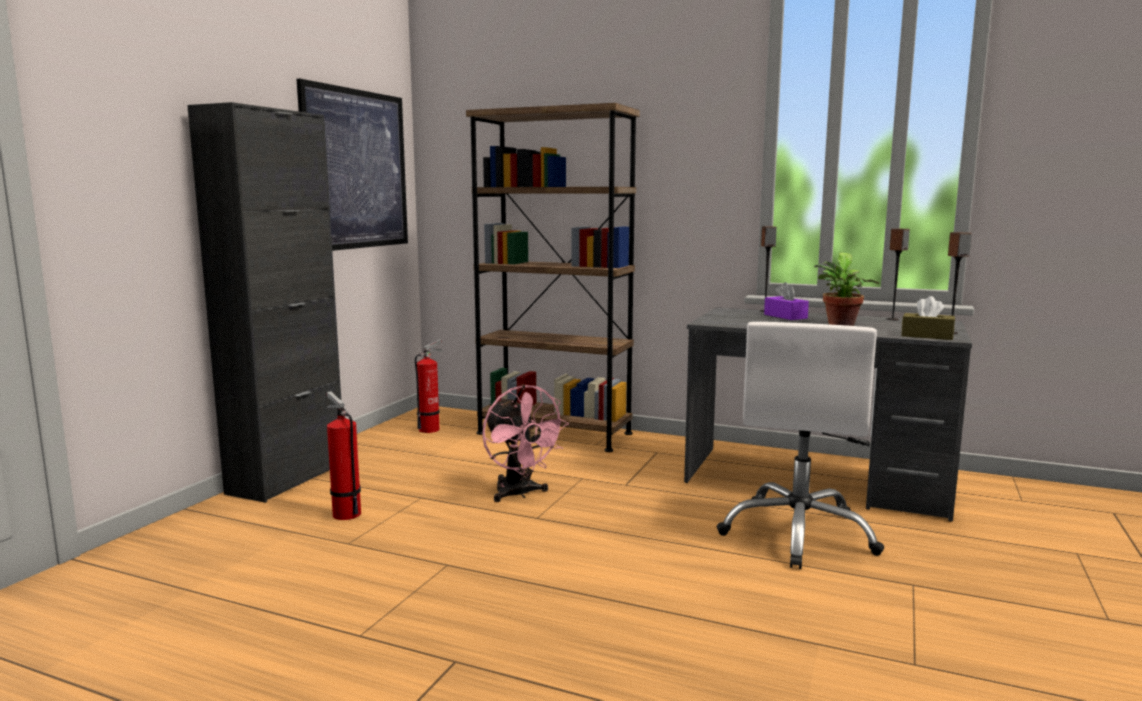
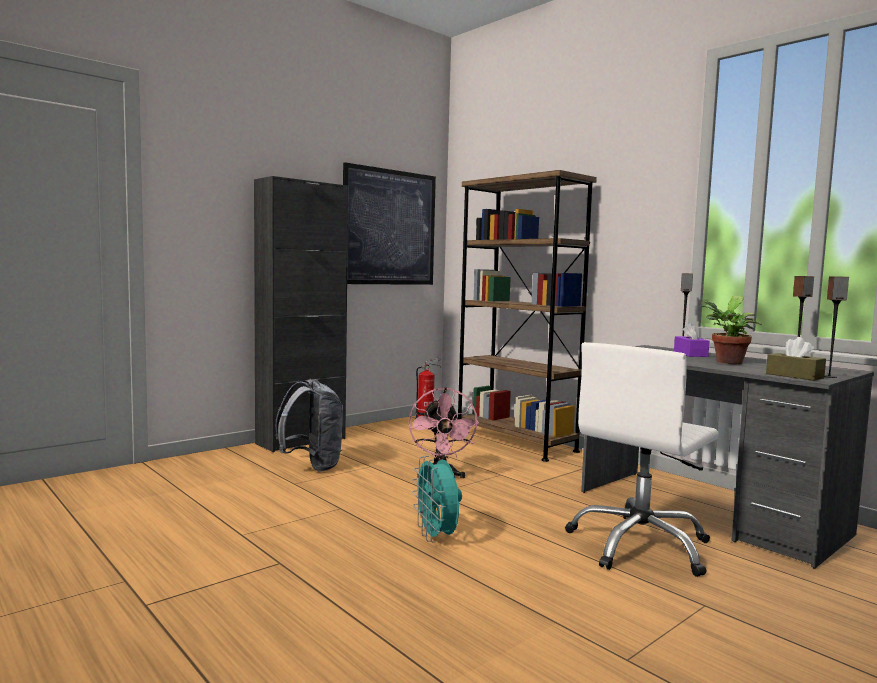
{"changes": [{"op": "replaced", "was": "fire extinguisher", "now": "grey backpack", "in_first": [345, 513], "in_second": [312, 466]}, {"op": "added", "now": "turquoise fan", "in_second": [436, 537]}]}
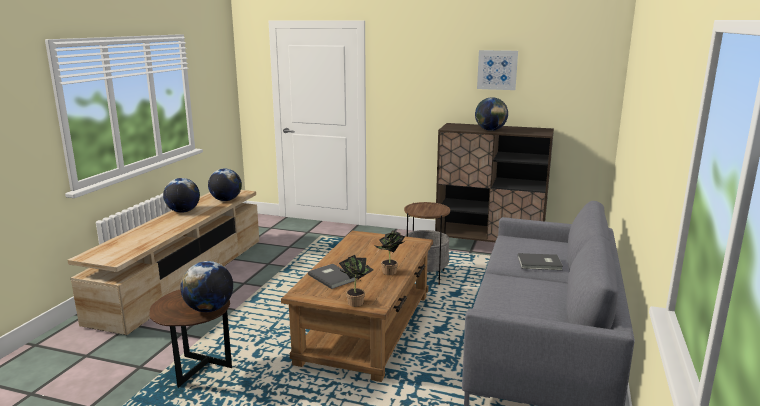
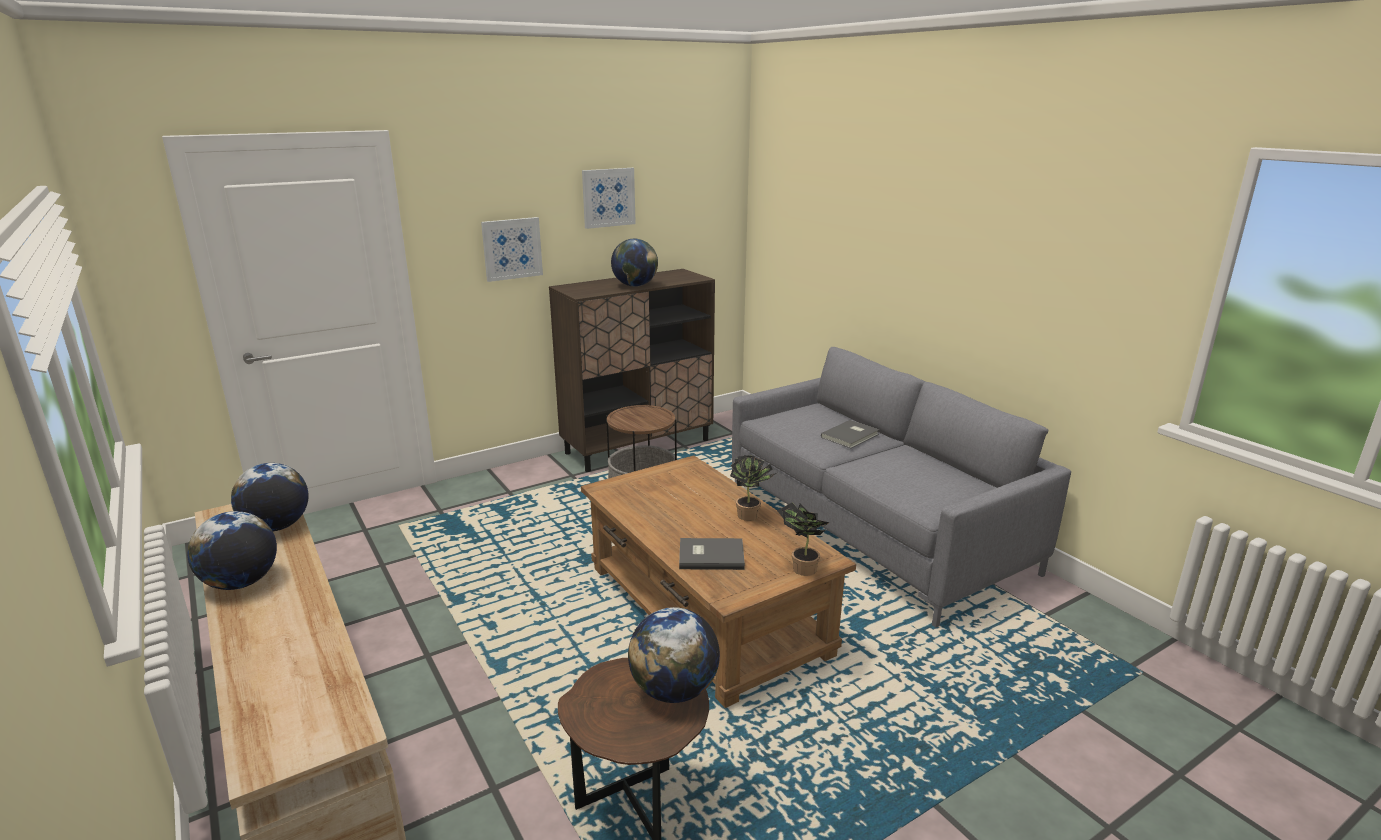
{"changes": [{"op": "added", "now": "picture", "in_second": [512, 248]}]}
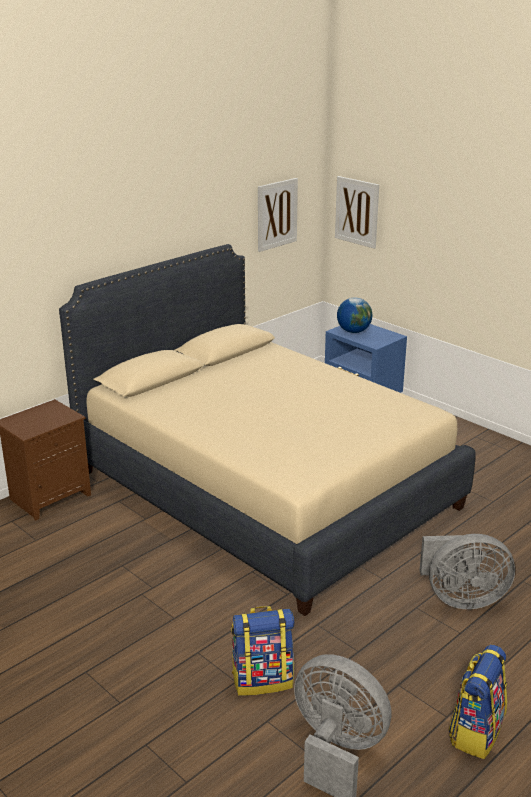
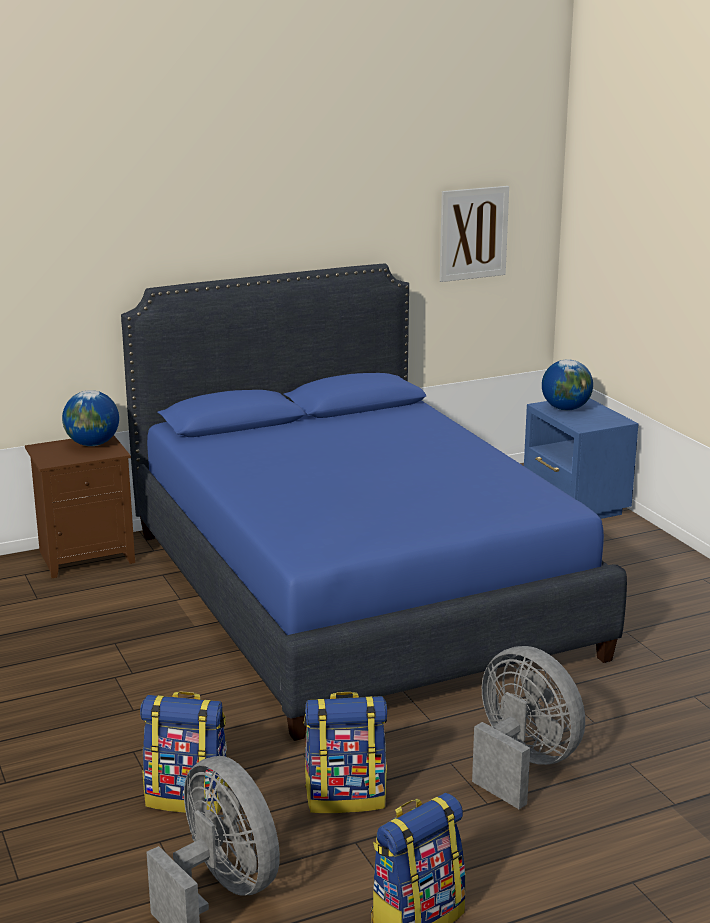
{"changes": [{"op": "removed", "was": "picture", "in_first": [357, 211]}, {"op": "recoloured", "was": "beige bed", "now": "blue bed", "in_first": [265, 488], "in_second": [355, 592]}, {"op": "turned", "was": "grey fan", "in_first": [461, 598], "in_second": [522, 765], "clockwise": -150}, {"op": "added", "now": "globe", "in_second": [92, 444]}, {"op": "added", "now": "backpack", "in_second": [346, 797]}]}
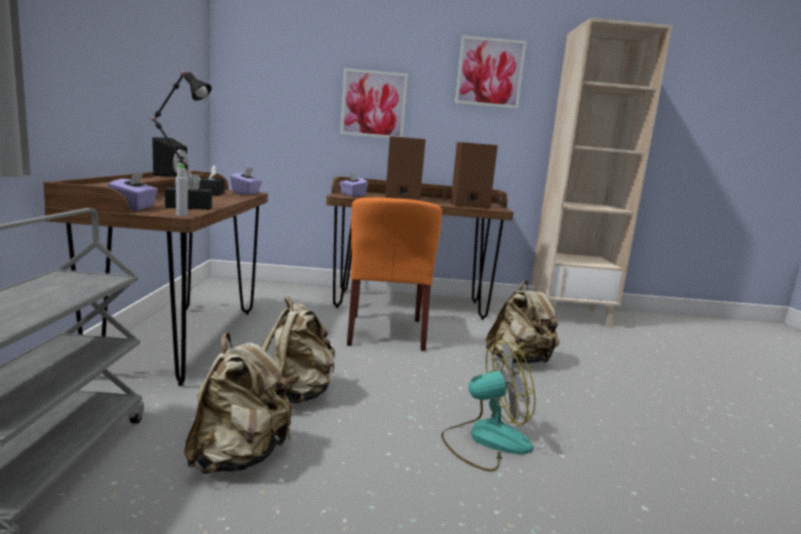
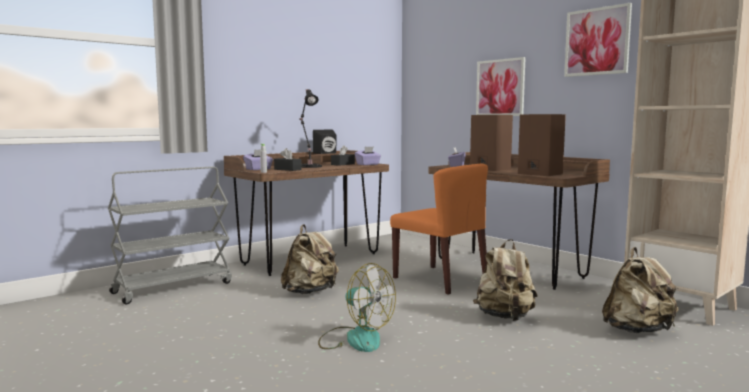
{"changes": [{"op": "turned", "was": "orange chair", "in_first": [386, 332], "in_second": [440, 279], "clockwise": -90}, {"op": "moved", "was": "beige backpack", "in_first": [239, 457], "in_second": [637, 330]}]}
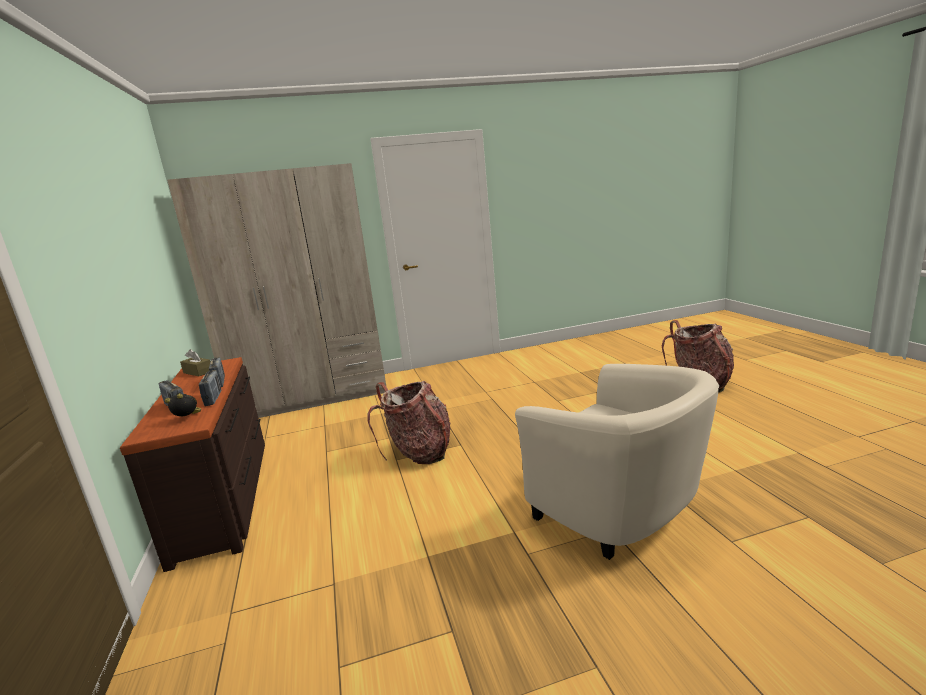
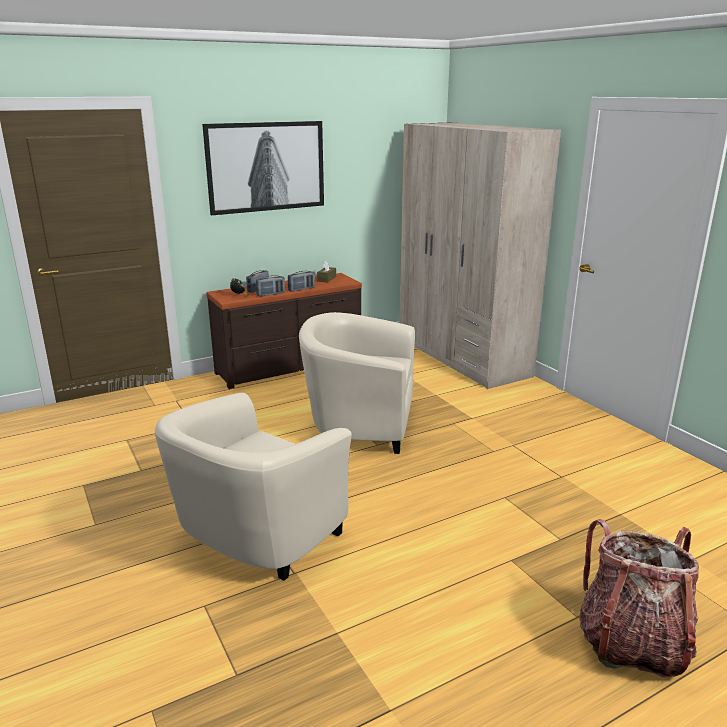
{"changes": [{"op": "replaced", "was": "backpack", "now": "beige armchair", "in_first": [419, 453], "in_second": [359, 426]}, {"op": "added", "now": "picture", "in_second": [266, 167]}]}
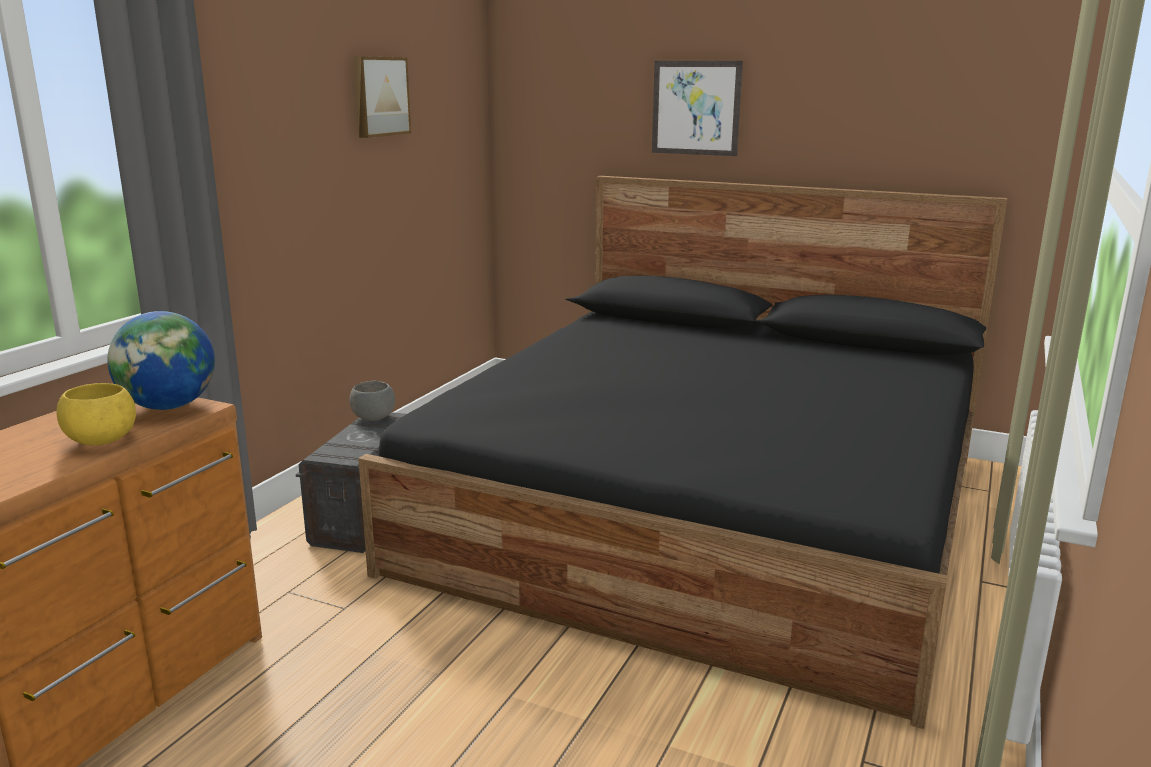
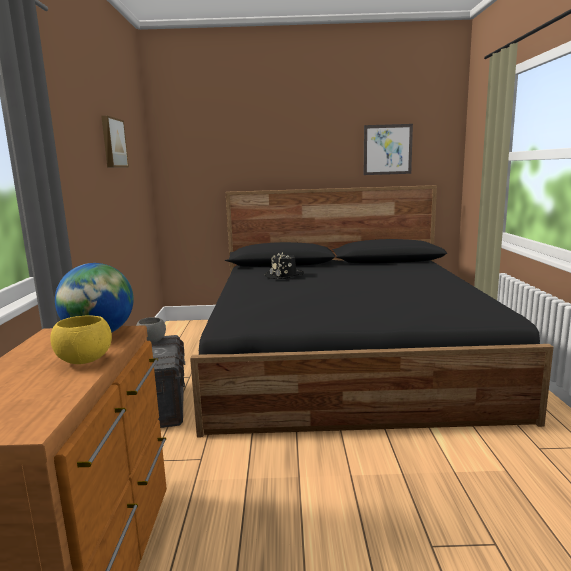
{"changes": [{"op": "moved", "was": "picture", "in_first": [696, 108], "in_second": [387, 149]}, {"op": "added", "now": "black hat", "in_second": [284, 275]}]}
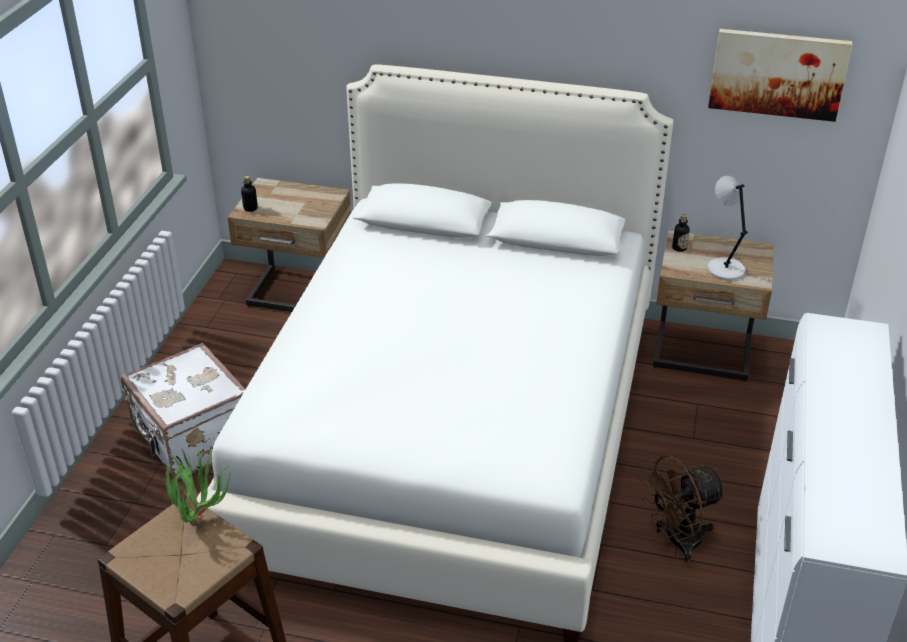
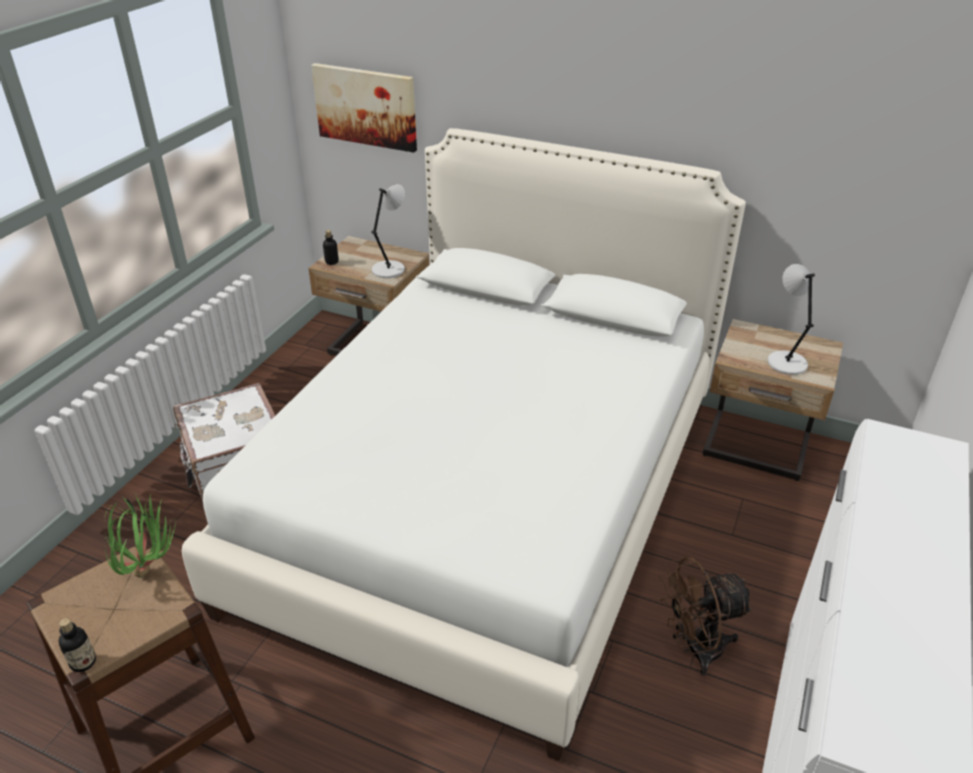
{"changes": [{"op": "moved", "was": "picture", "in_first": [778, 73], "in_second": [366, 106]}, {"op": "moved", "was": "bottle", "in_first": [679, 248], "in_second": [83, 662]}, {"op": "added", "now": "grey table lamp", "in_second": [390, 269]}]}
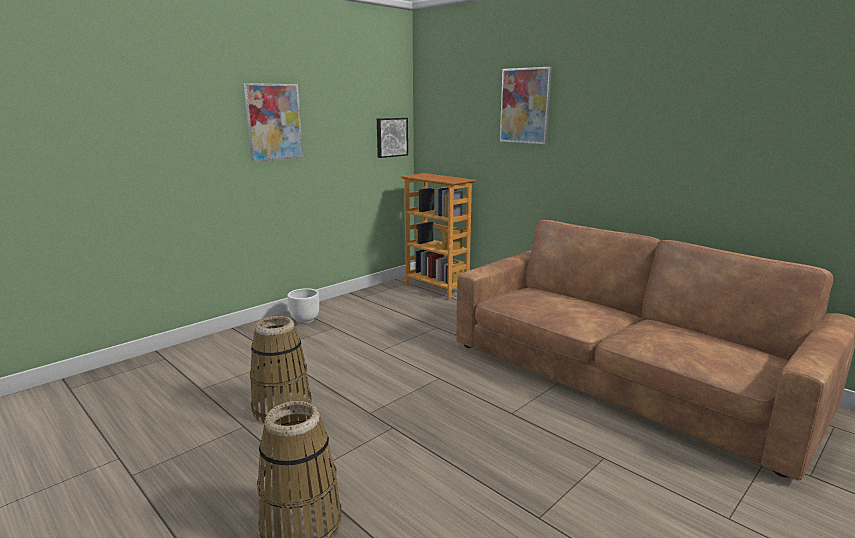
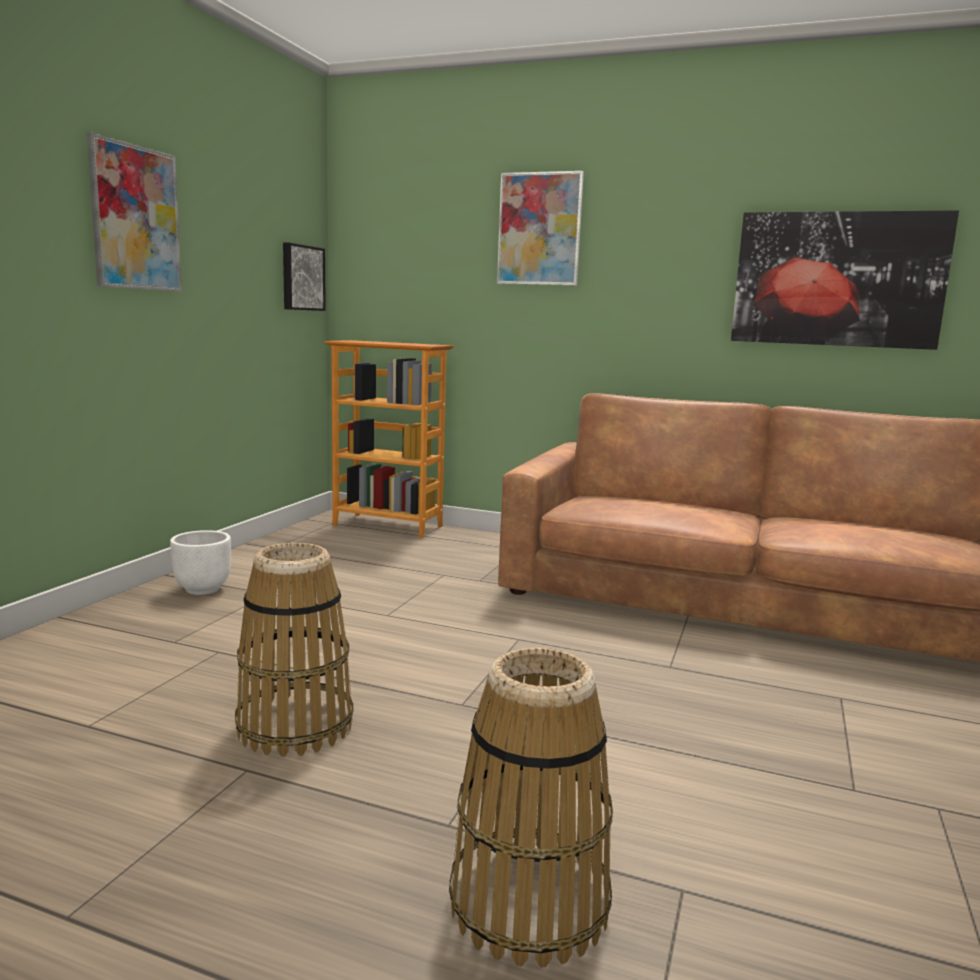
{"changes": [{"op": "added", "now": "picture", "in_second": [837, 279]}]}
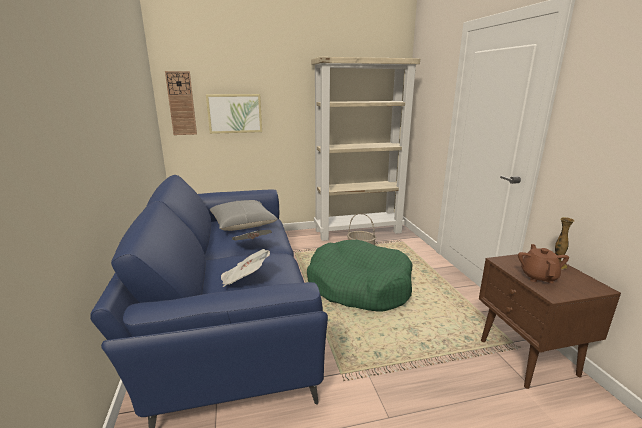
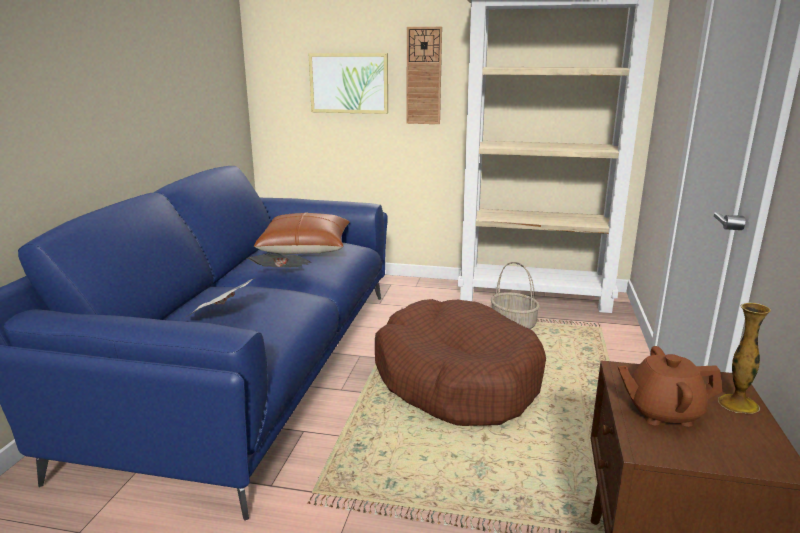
{"changes": [{"op": "moved", "was": "wall clock", "in_first": [181, 103], "in_second": [424, 76]}, {"op": "recoloured", "was": "grey pillow", "now": "brown pillow", "in_first": [243, 223], "in_second": [306, 247]}, {"op": "recoloured", "was": "green dog bed", "now": "brown dog bed", "in_first": [359, 286], "in_second": [456, 379]}, {"op": "turned", "was": "brown teapot", "in_first": [538, 276], "in_second": [662, 412], "clockwise": -120}]}
